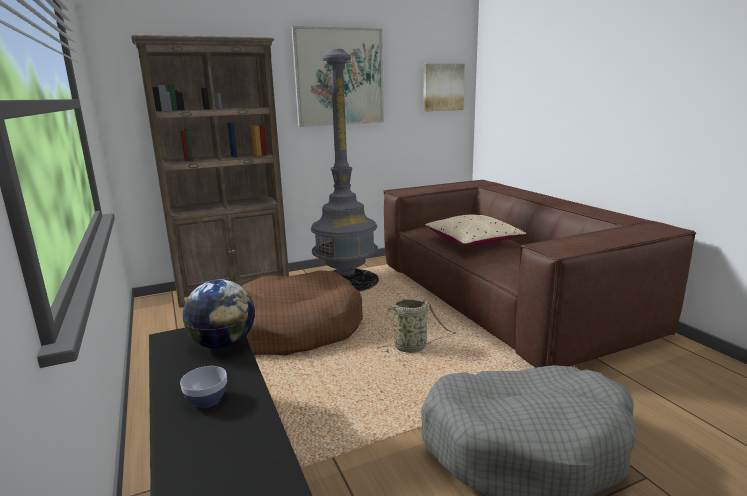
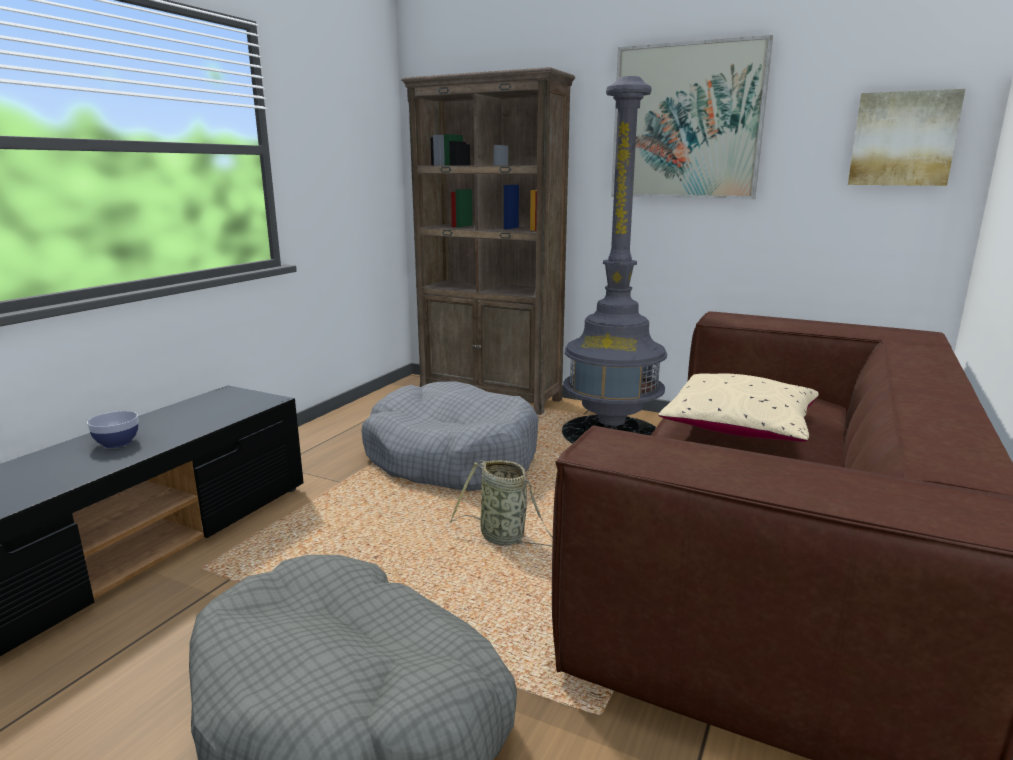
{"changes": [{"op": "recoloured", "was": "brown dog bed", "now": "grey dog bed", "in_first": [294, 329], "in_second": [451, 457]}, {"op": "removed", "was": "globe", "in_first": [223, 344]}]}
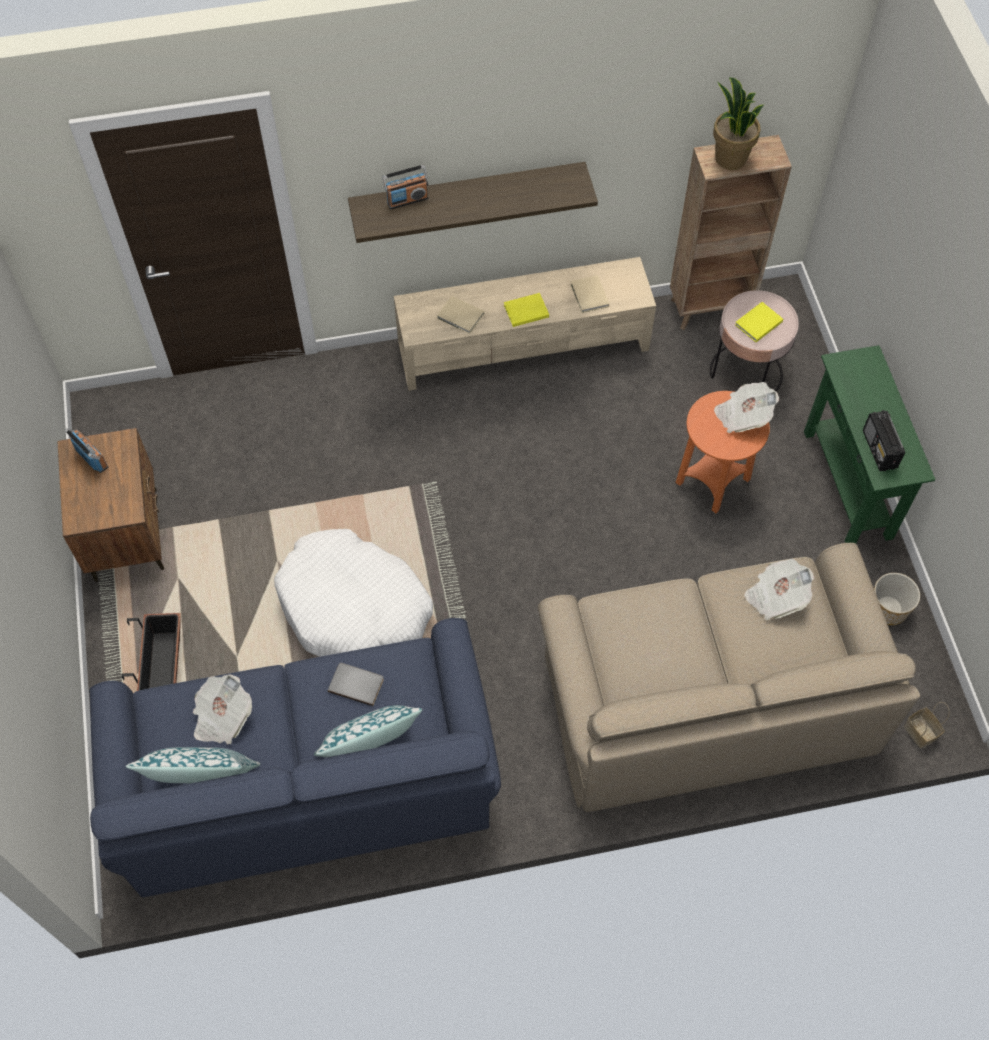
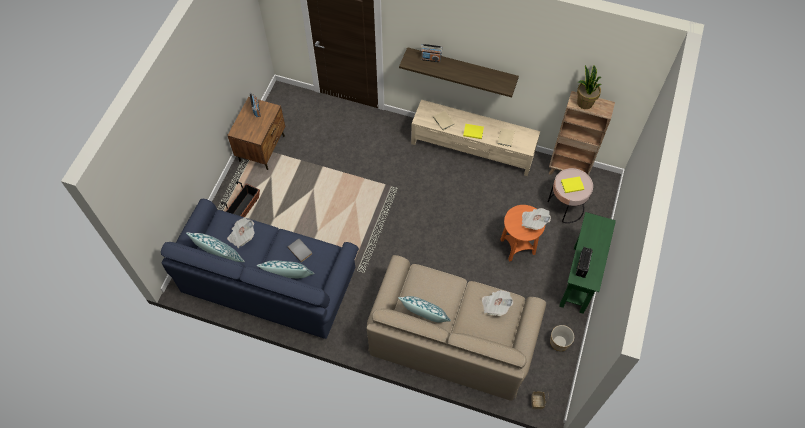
{"changes": [{"op": "removed", "was": "white dog bed", "in_first": [354, 609]}, {"op": "added", "now": "pillow", "in_second": [424, 318]}]}
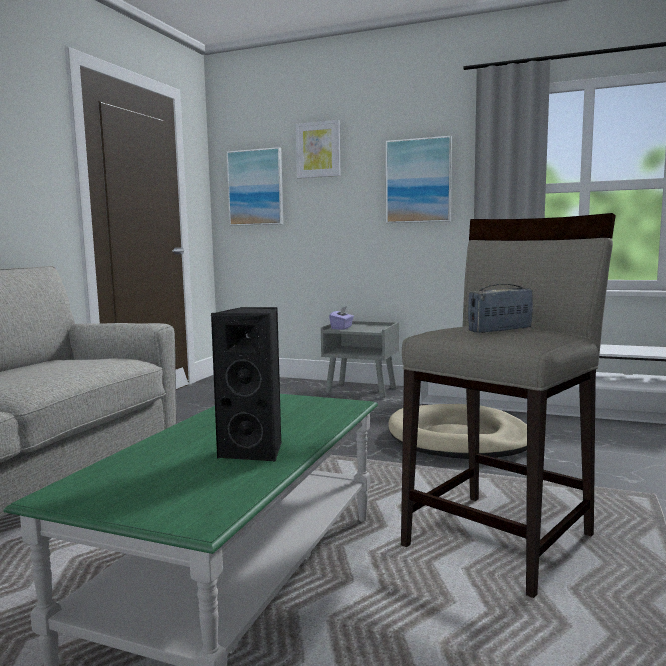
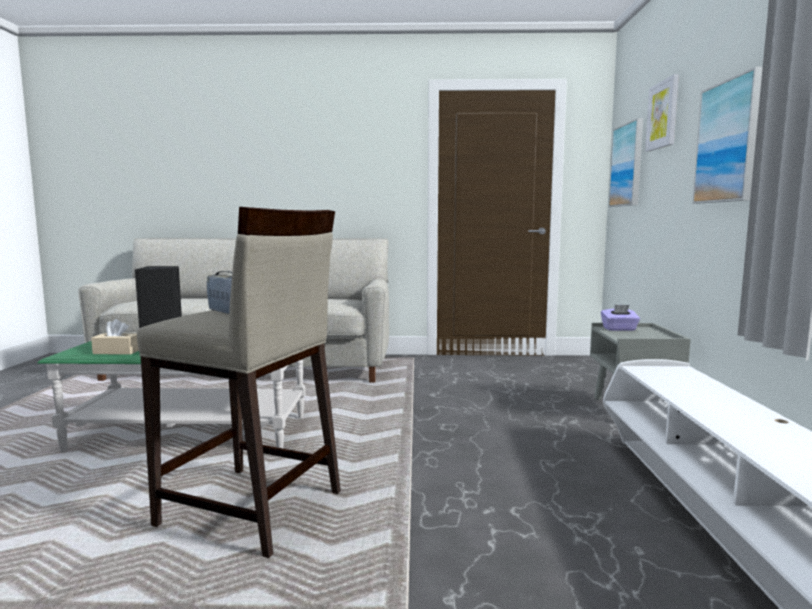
{"changes": [{"op": "removed", "was": "beige dog bed", "in_first": [459, 439]}, {"op": "added", "now": "beige tissue box", "in_second": [117, 352]}]}
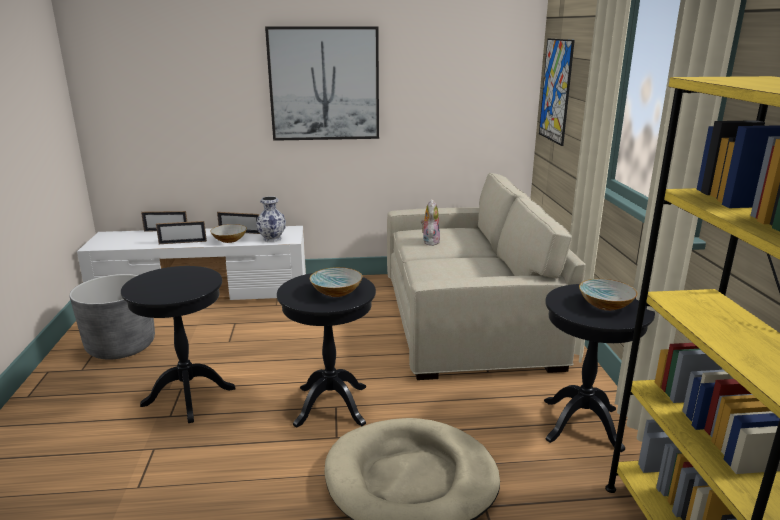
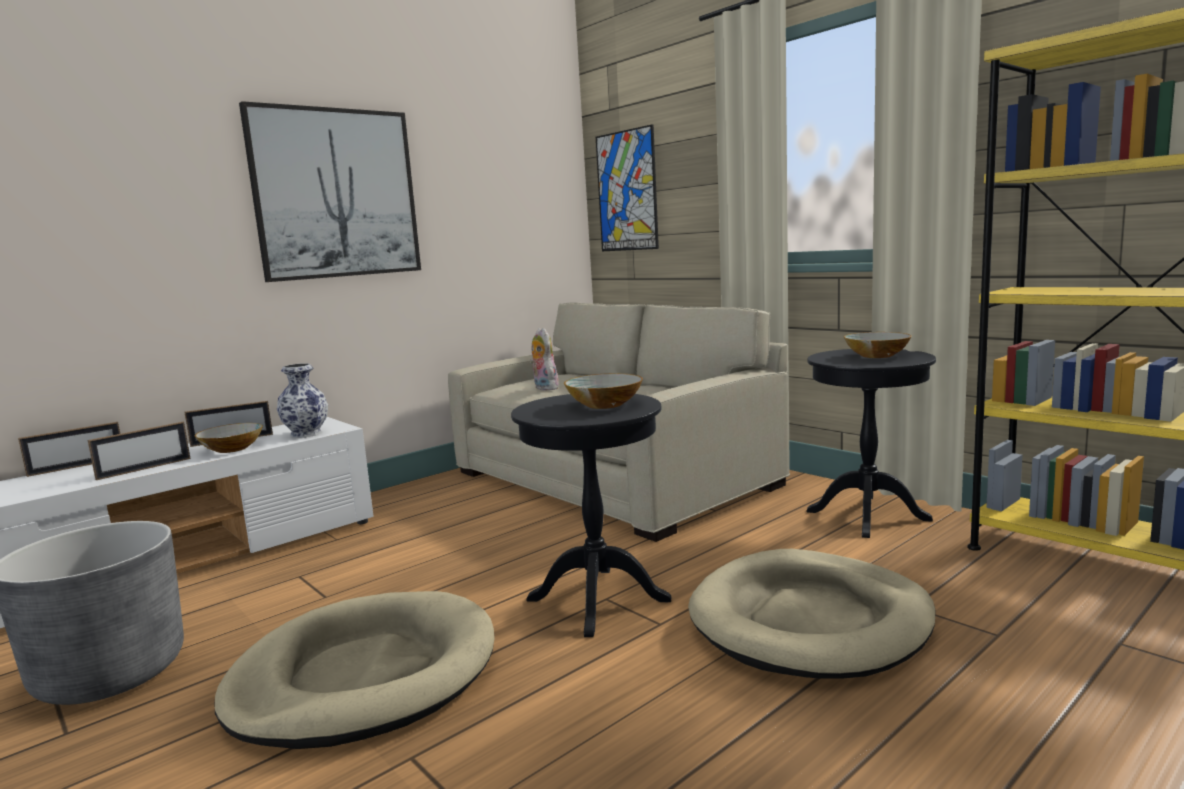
{"changes": [{"op": "replaced", "was": "black side table", "now": "beige dog bed", "in_first": [189, 396], "in_second": [364, 676]}]}
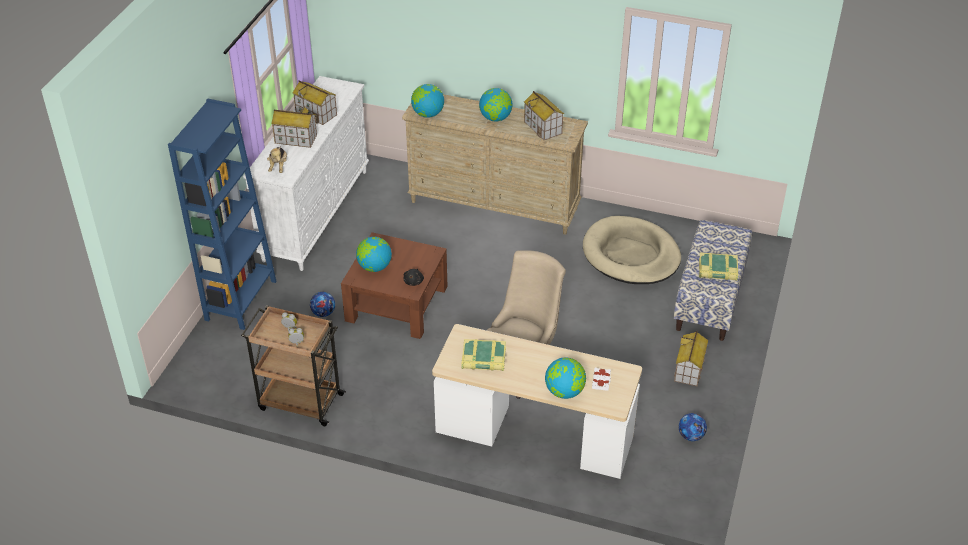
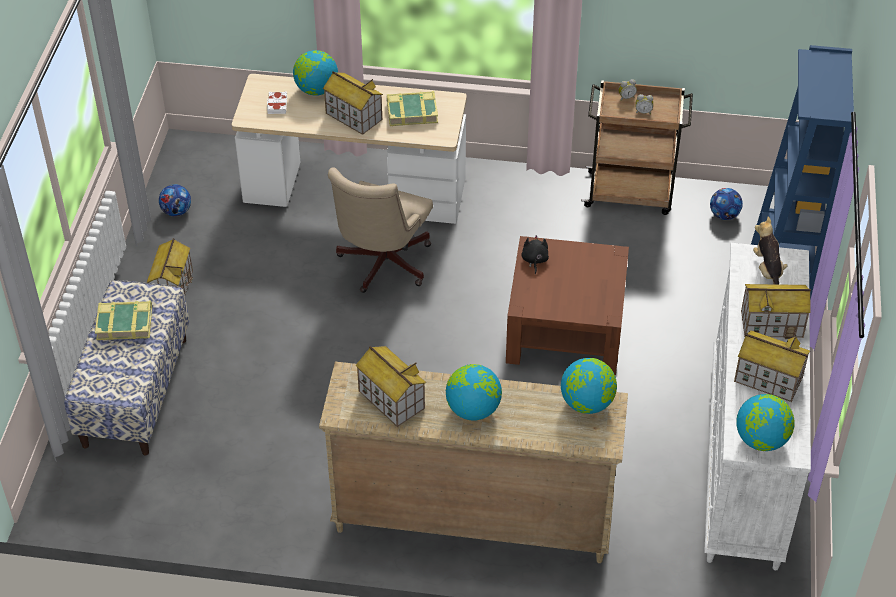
{"changes": [{"op": "removed", "was": "beige dog bed", "in_first": [631, 255]}, {"op": "moved", "was": "globe", "in_first": [374, 267], "in_second": [761, 440]}, {"op": "moved", "was": "football", "in_first": [323, 313], "in_second": [724, 215]}, {"op": "added", "now": "toy house", "in_second": [353, 116]}]}
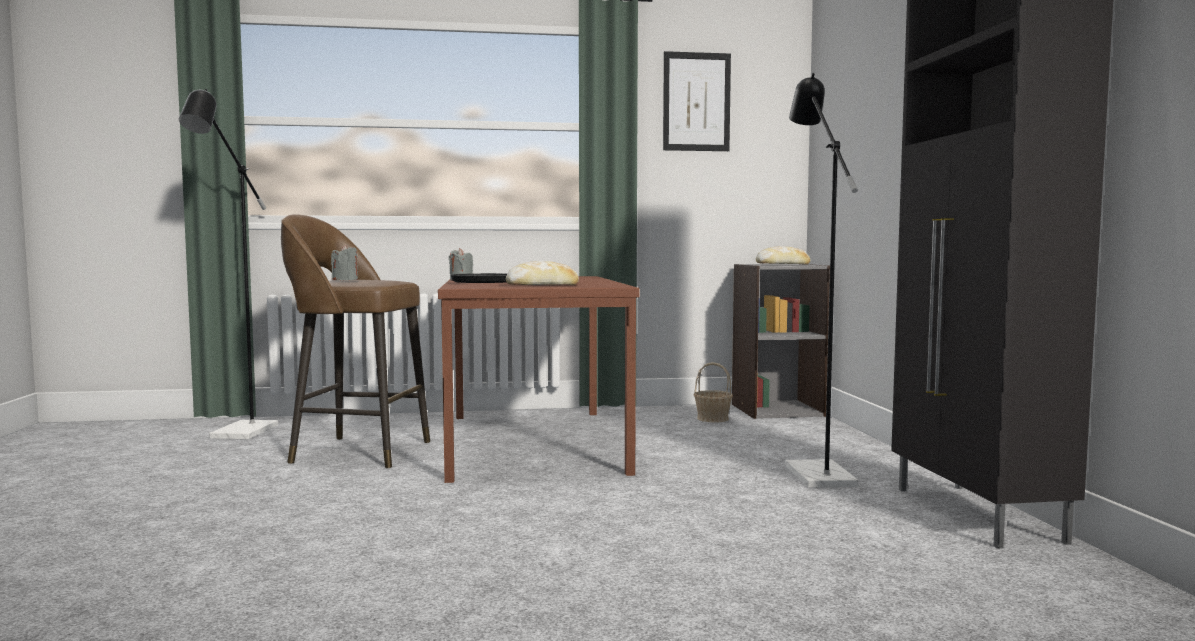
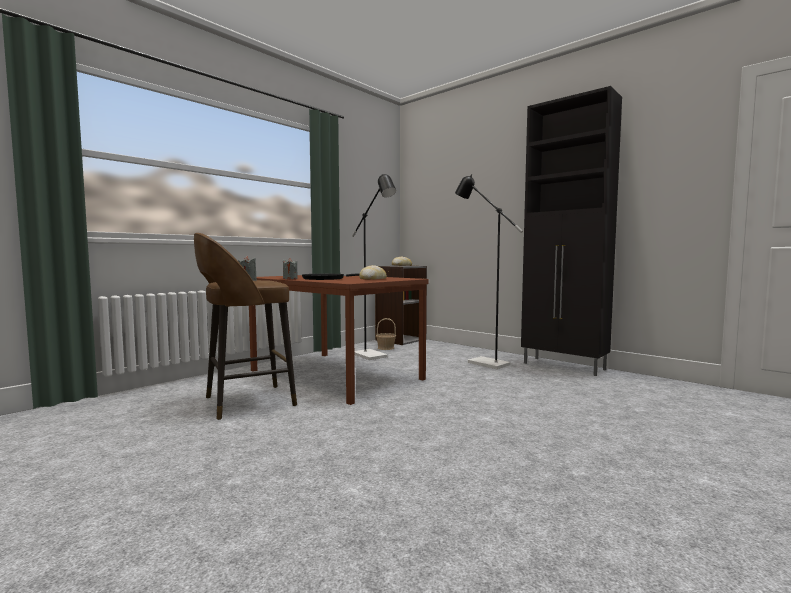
{"changes": [{"op": "removed", "was": "picture", "in_first": [696, 102]}, {"op": "moved", "was": "black floor lamp", "in_first": [238, 434], "in_second": [373, 356]}]}
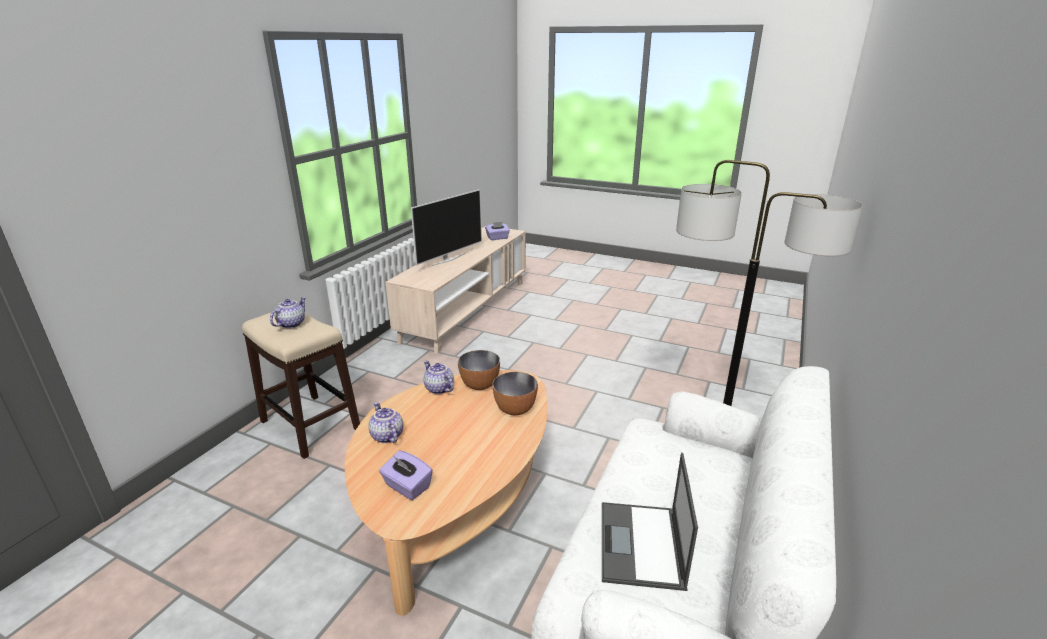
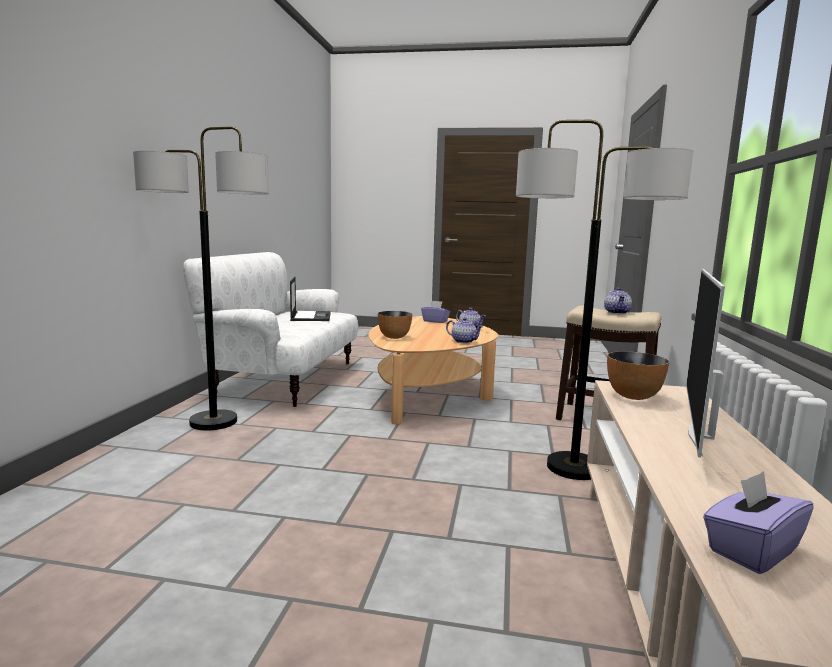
{"changes": [{"op": "moved", "was": "bowl", "in_first": [480, 385], "in_second": [633, 396]}, {"op": "added", "now": "floor lamp", "in_second": [574, 468]}]}
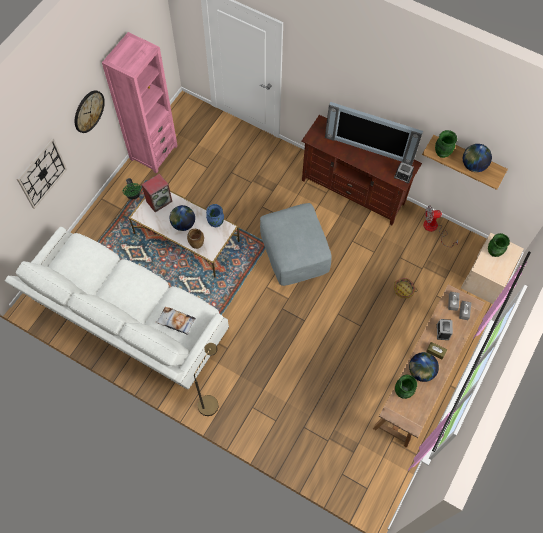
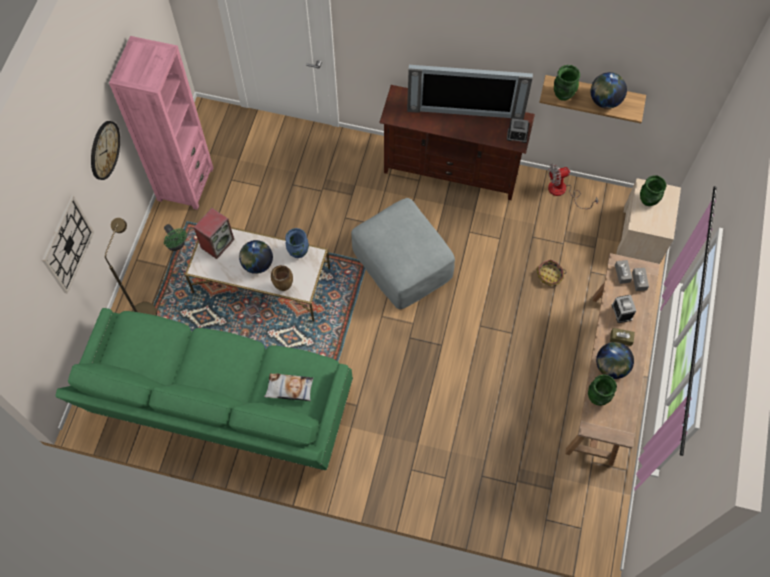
{"changes": [{"op": "recoloured", "was": "white sofa", "now": "green sofa", "in_first": [127, 320], "in_second": [219, 404]}, {"op": "moved", "was": "brown floor lamp", "in_first": [210, 400], "in_second": [146, 308]}]}
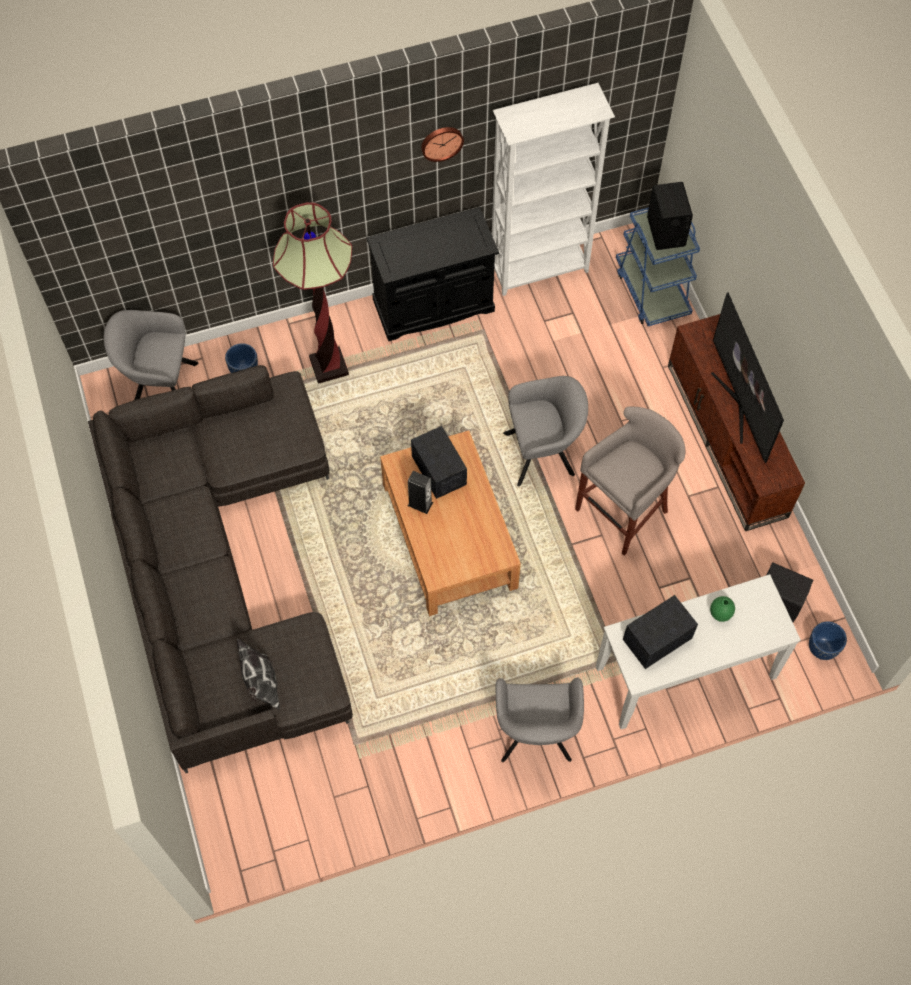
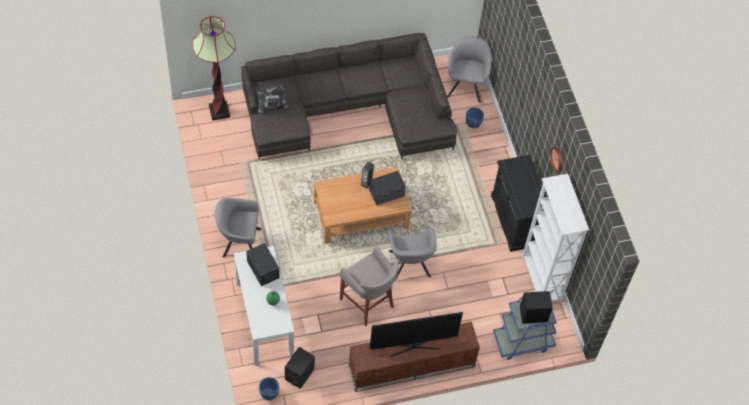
{"changes": [{"op": "moved", "was": "floor lamp", "in_first": [329, 366], "in_second": [219, 111]}]}
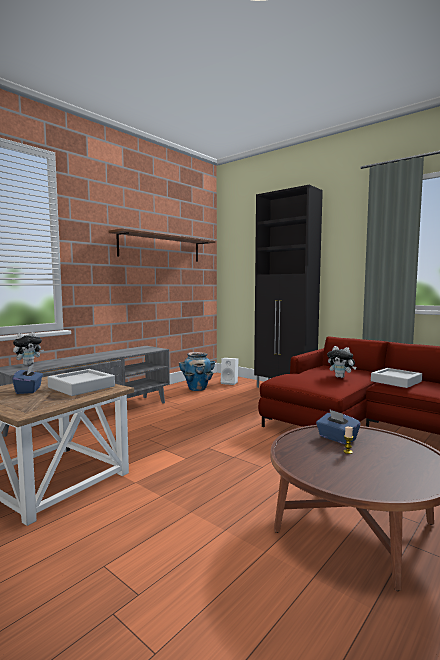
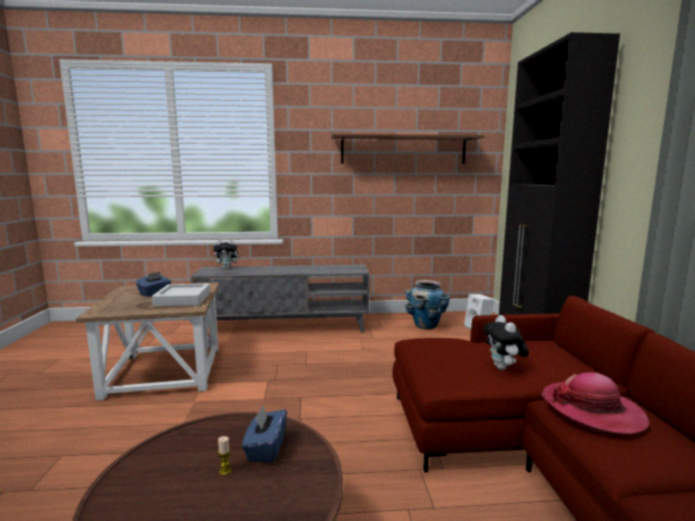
{"changes": [{"op": "replaced", "was": "grey tray", "now": "hat", "in_first": [396, 381], "in_second": [592, 410]}]}
